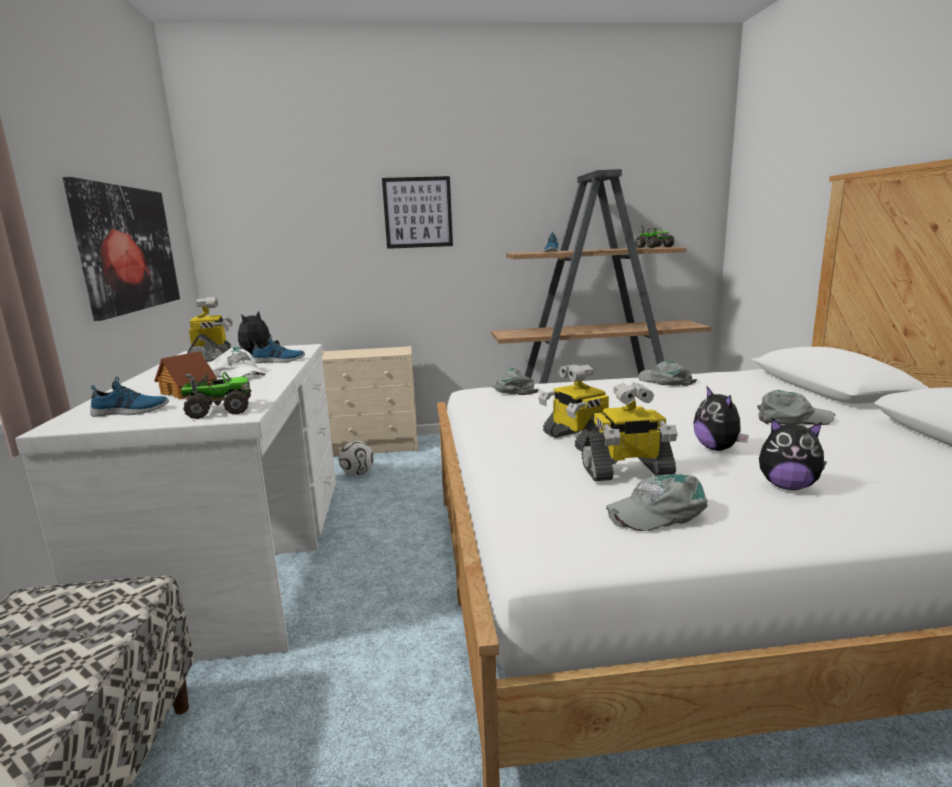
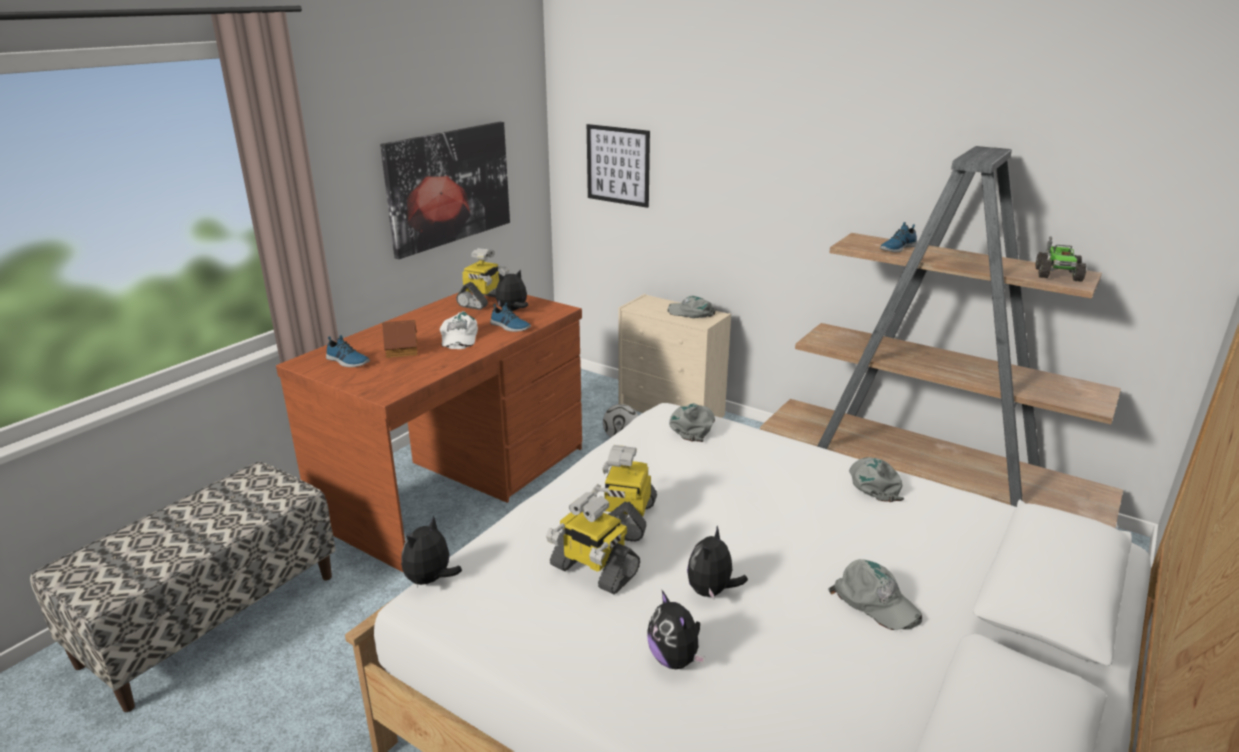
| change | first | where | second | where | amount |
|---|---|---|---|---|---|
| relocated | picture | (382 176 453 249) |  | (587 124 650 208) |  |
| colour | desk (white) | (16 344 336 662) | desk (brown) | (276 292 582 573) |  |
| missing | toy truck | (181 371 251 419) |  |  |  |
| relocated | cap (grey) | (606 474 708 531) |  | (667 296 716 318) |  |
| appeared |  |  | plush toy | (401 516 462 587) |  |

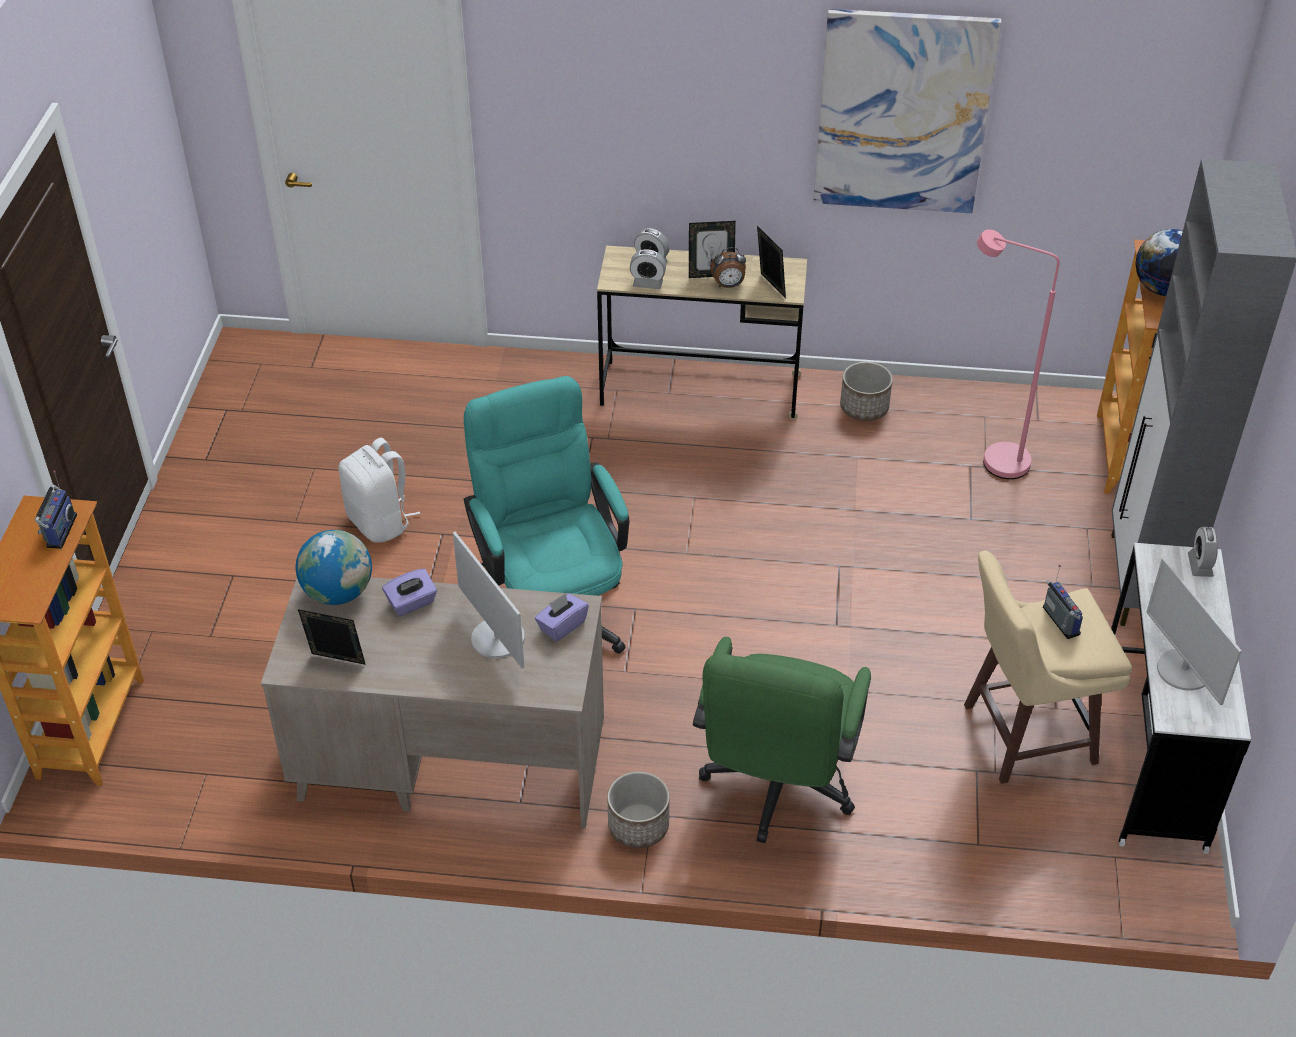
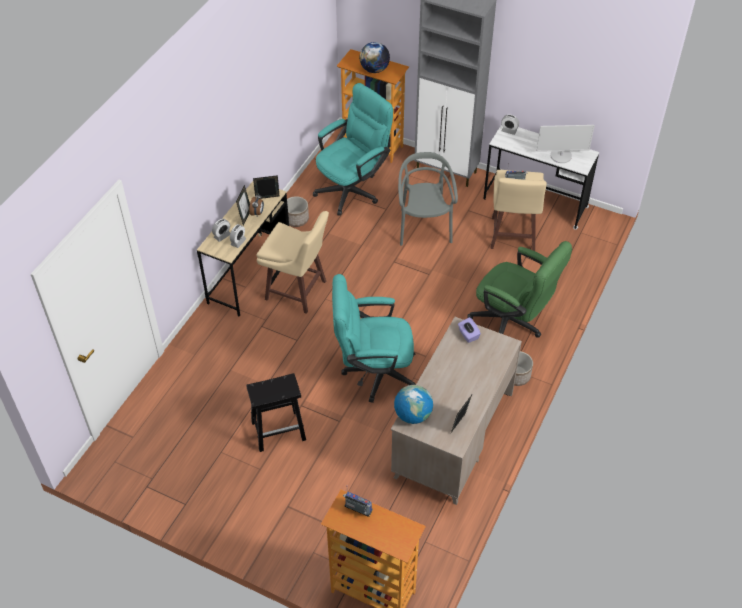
| change | first | where | second | where | amount |
|---|---|---|---|---|---|
| missing | picture | (813 9 1002 213) |  |  |  |
| exchanged | floor lamp (pink) | (977 229 1060 479) | office chair (turquoise) | (313 83 393 216) |  |
| exchanged | backpack (white) | (339 438 420 543) | stool (black) | (246 373 306 452) |  |
| missing | monitor | (453 532 525 668) |  |  |  |
| missing | tissue box (purple) | (382 569 437 616) |  |  |  |
| appeared |  |  | chair (grey) | (398 152 458 246) |  |
| appeared |  |  | stool (beige) | (257 211 329 314) |  |

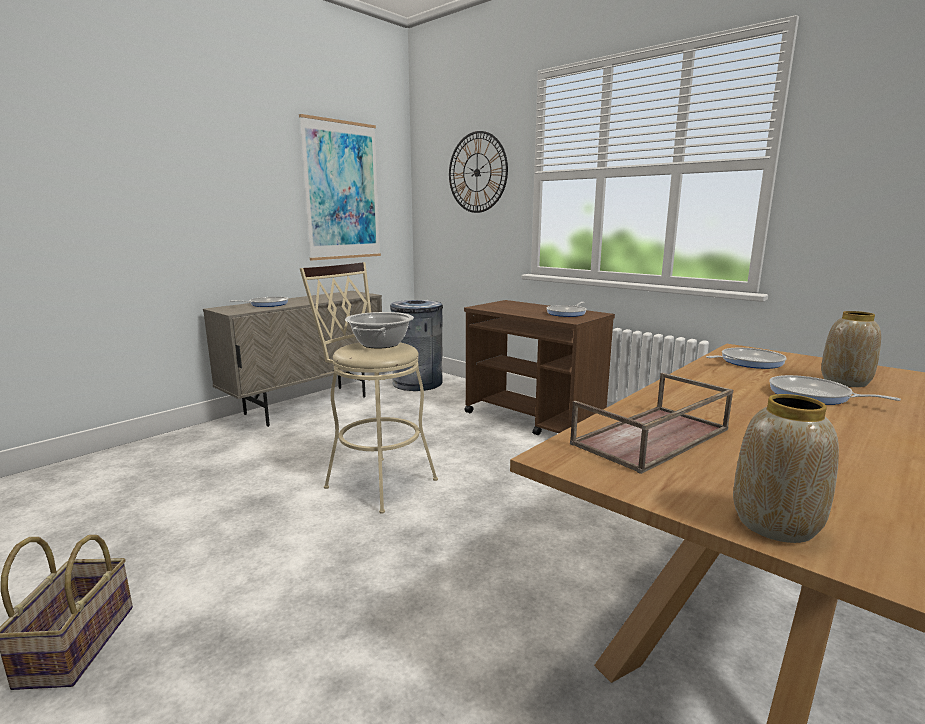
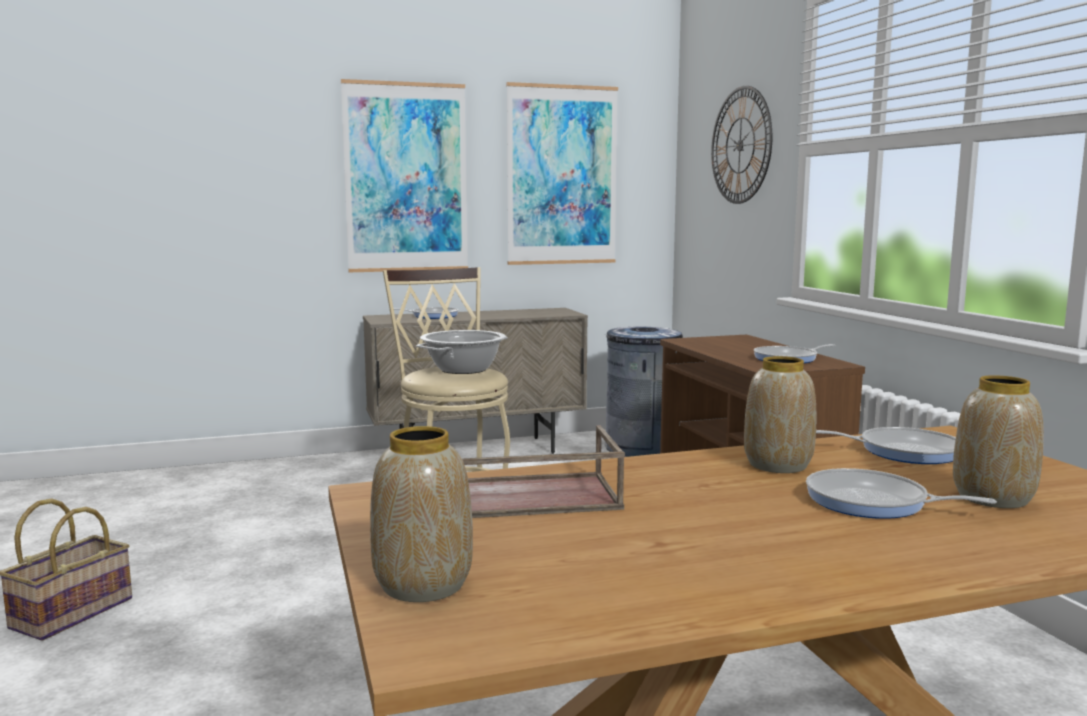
| change | first | where | second | where | amount |
|---|---|---|---|---|---|
| spun | frying pan | (769 375 901 405) |  | (806 468 997 519) | 45 degrees counterclockwise |
| appeared |  |  | picture | (341 79 468 272) |  |
| appeared |  |  | vase | (744 356 816 473) |  |

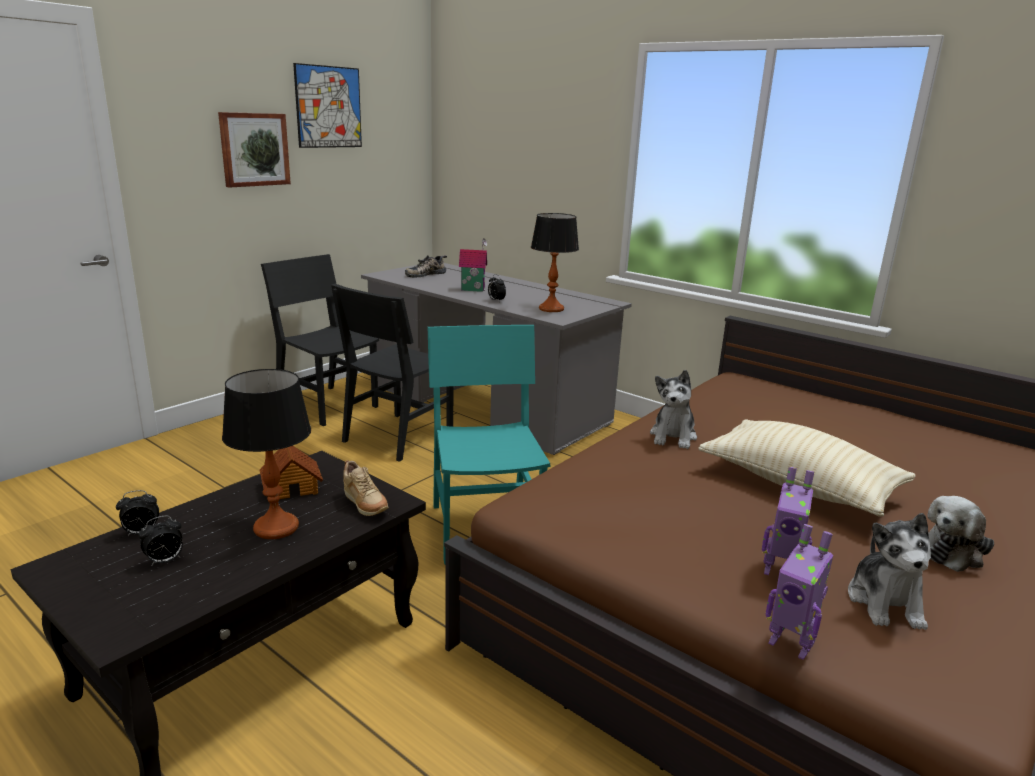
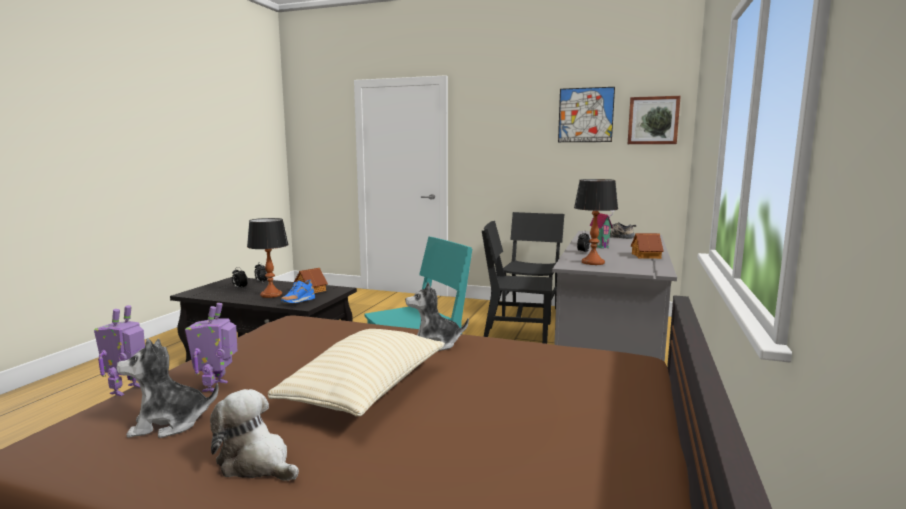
| change | first | where | second | where | amount |
|---|---|---|---|---|---|
| relocated | picture | (218 112 291 188) |  | (628 96 681 144) |  |
| colour | shoe (beige) | (343 460 389 516) | shoe (blue) | (281 280 315 303) |  |
| appeared |  |  | toy house | (631 233 663 259) |  |

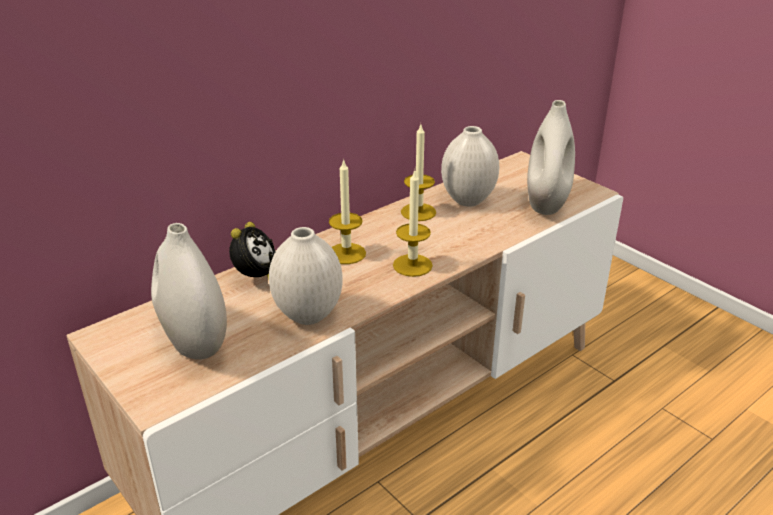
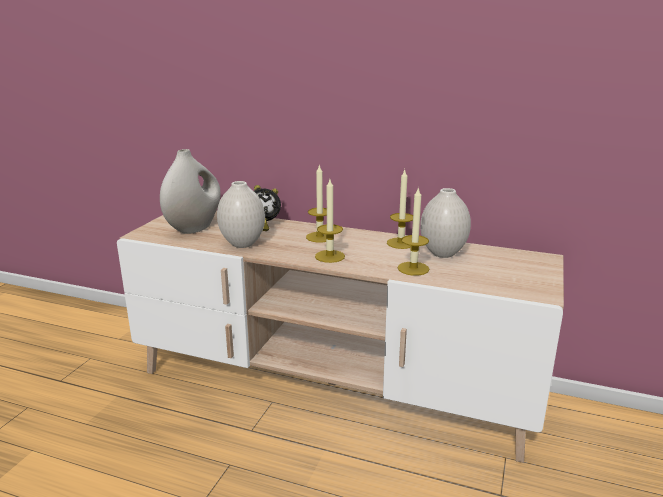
| change | first | where | second | where | amount |
|---|---|---|---|---|---|
| missing | vase (white) | (527 100 575 215) |  |  |  |
| appeared |  |  | candle | (398 187 430 276) |  |

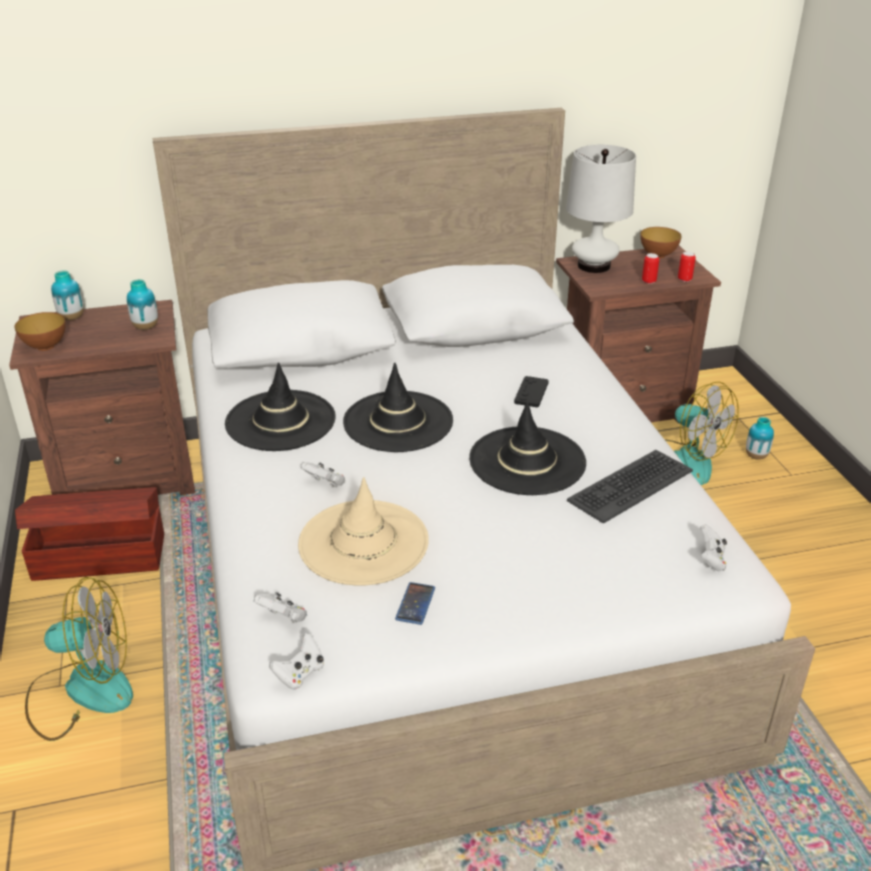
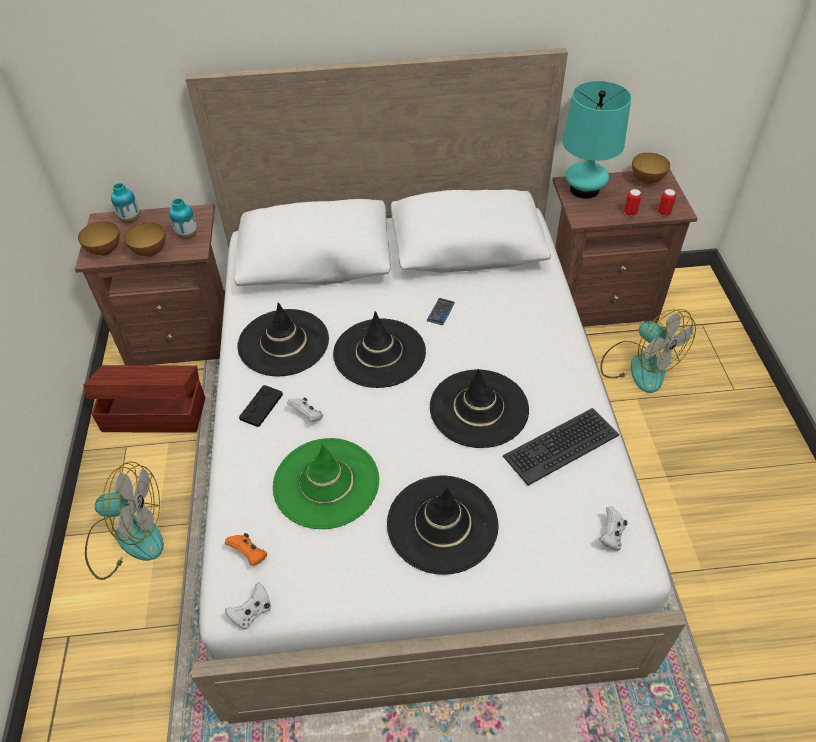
| change | first | where | second | where | amount |
|---|---|---|---|---|---|
| colour | table lamp (white) | (566 145 636 273) | table lamp (turquoise) | (562 81 631 199) |  |
| relocated | game controller (black) | (514 376 549 407) |  | (239 385 283 427) |  |
| missing | vase | (746 417 774 460) |  |  |  |
| colour | hat (beige) | (298 477 429 585) | hat (green) | (273 438 379 529) |  |
| relocated | phone | (395 582 435 625) |  | (427 298 455 325) |  |
| colour | game controller (white) | (254 592 307 623) | game controller (orange) | (225 533 267 566) |  |
| appeared |  |  | bowl | (124 222 166 257) |  |
| appeared |  |  | hat (black) | (387 476 499 575) |  |

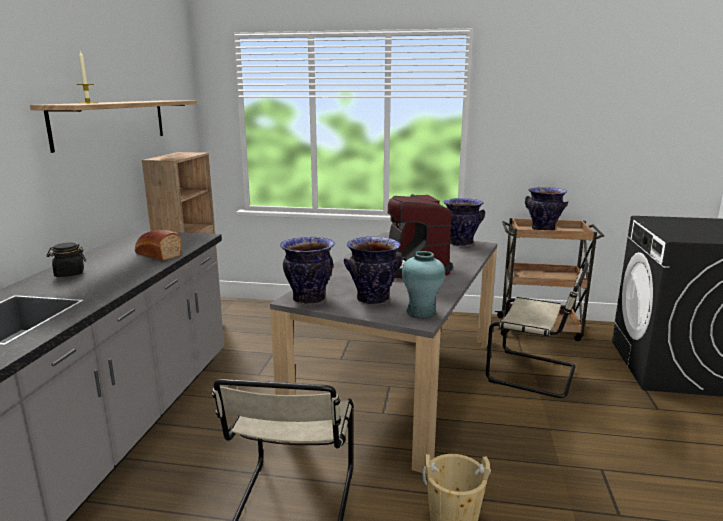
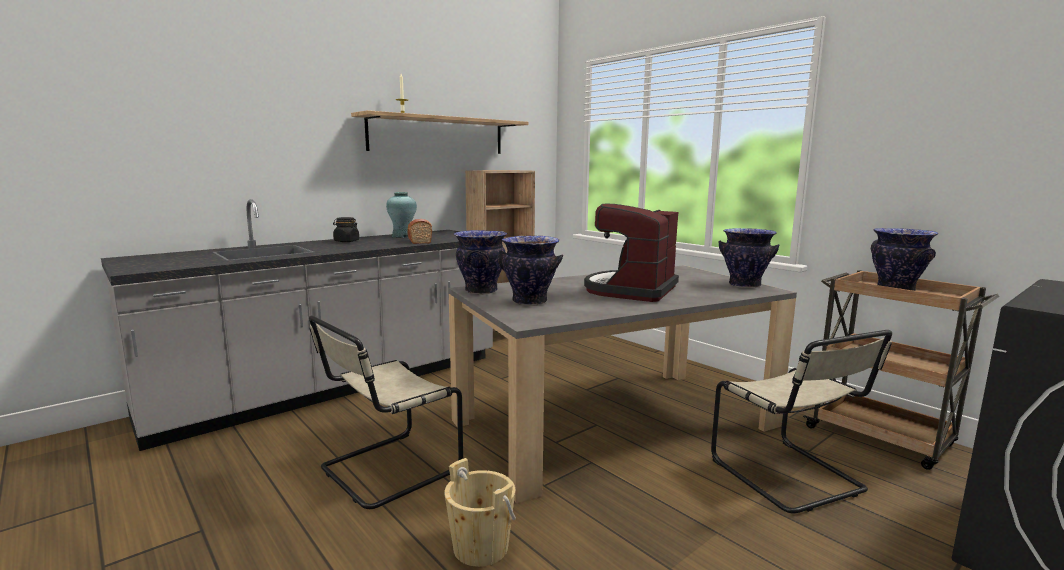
| change | first | where | second | where | amount |
|---|---|---|---|---|---|
| relocated | vase (turquoise) | (402 251 445 319) |  | (386 192 417 238) |  |

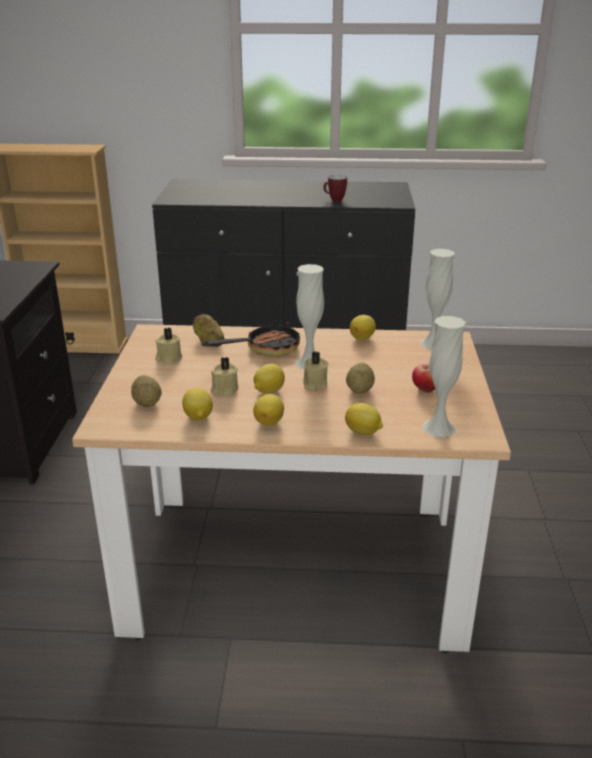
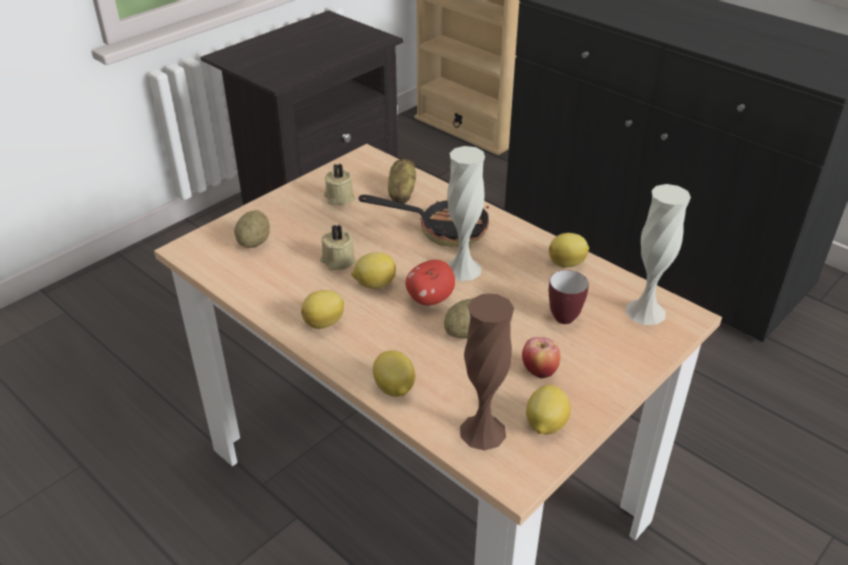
| change | first | where | second | where | amount |
|---|---|---|---|---|---|
| relocated | mug | (323 175 347 202) |  | (549 270 589 324) |  |
| colour | vase (white) | (422 316 466 437) | vase (brown) | (460 294 514 451) |  |
| exchanged | candle (beige) | (303 352 328 391) | apple | (405 260 455 305) |  |
| relocated | lemon | (182 388 213 421) |  | (526 385 571 434) |  |

